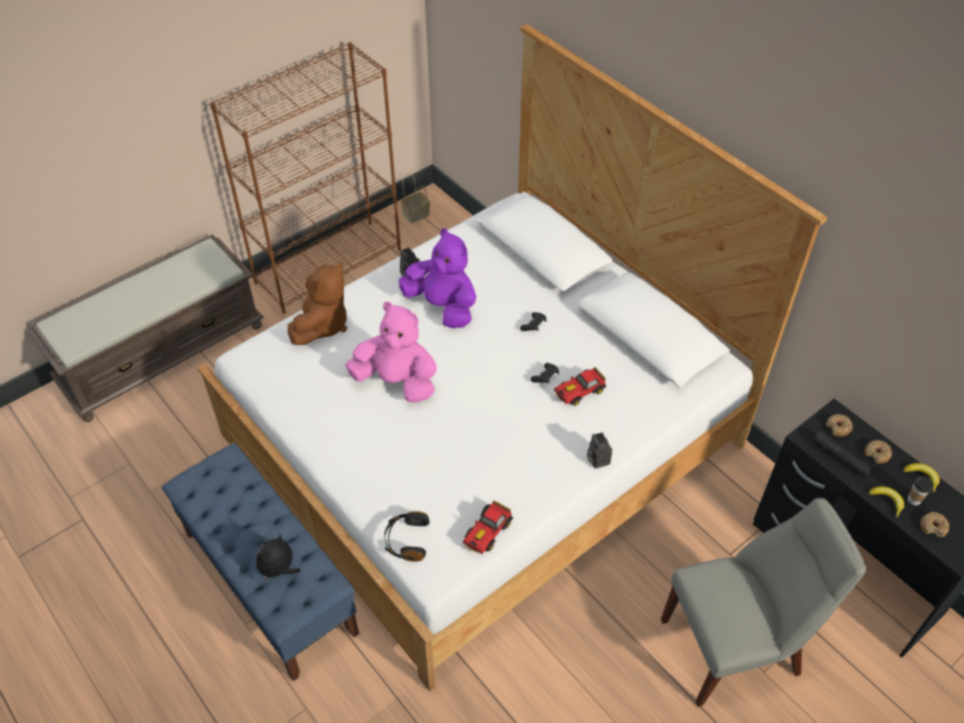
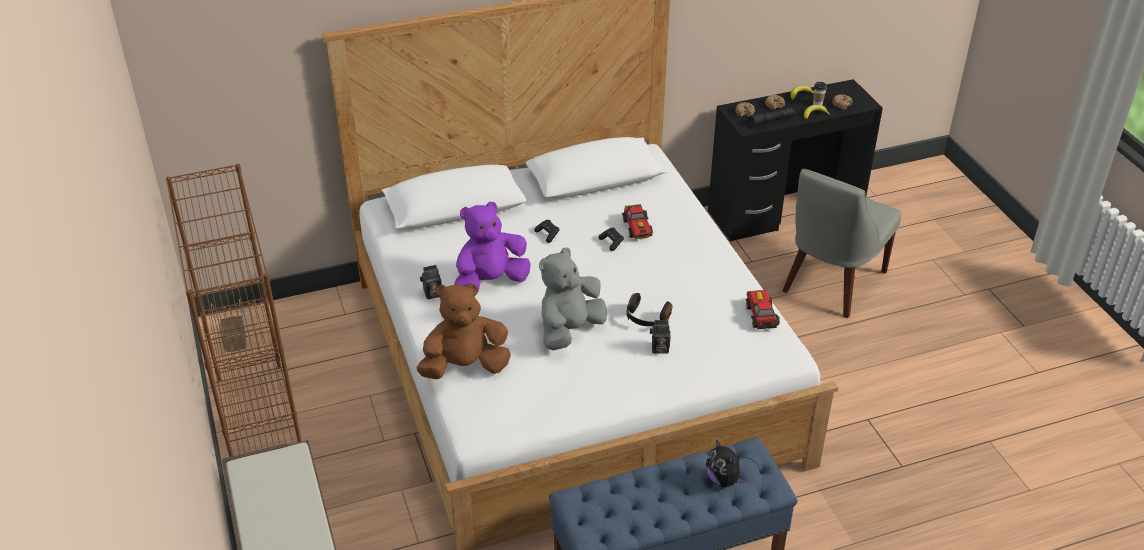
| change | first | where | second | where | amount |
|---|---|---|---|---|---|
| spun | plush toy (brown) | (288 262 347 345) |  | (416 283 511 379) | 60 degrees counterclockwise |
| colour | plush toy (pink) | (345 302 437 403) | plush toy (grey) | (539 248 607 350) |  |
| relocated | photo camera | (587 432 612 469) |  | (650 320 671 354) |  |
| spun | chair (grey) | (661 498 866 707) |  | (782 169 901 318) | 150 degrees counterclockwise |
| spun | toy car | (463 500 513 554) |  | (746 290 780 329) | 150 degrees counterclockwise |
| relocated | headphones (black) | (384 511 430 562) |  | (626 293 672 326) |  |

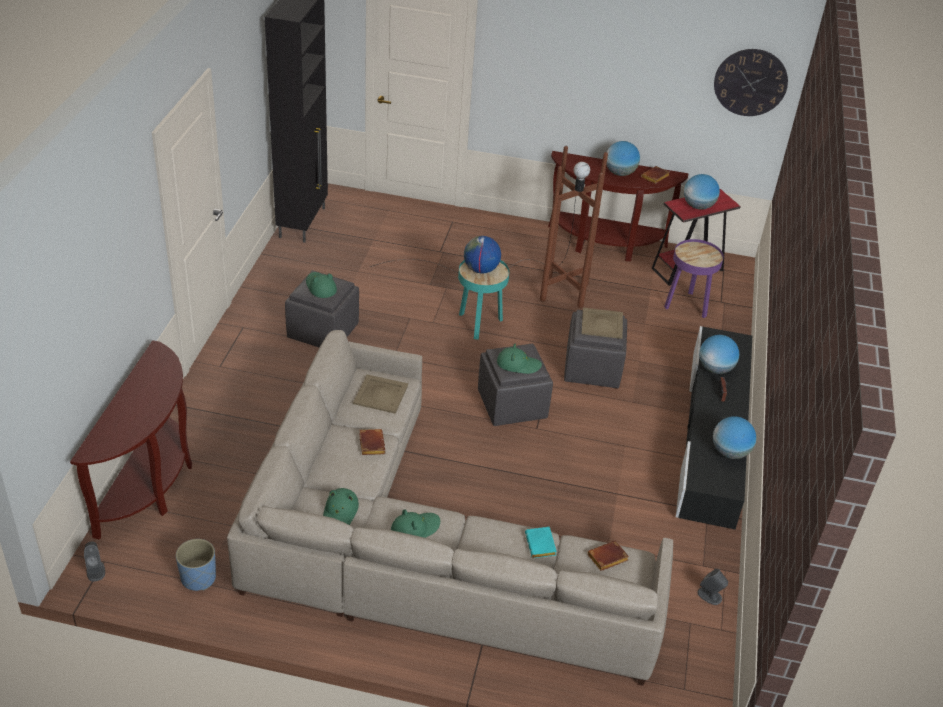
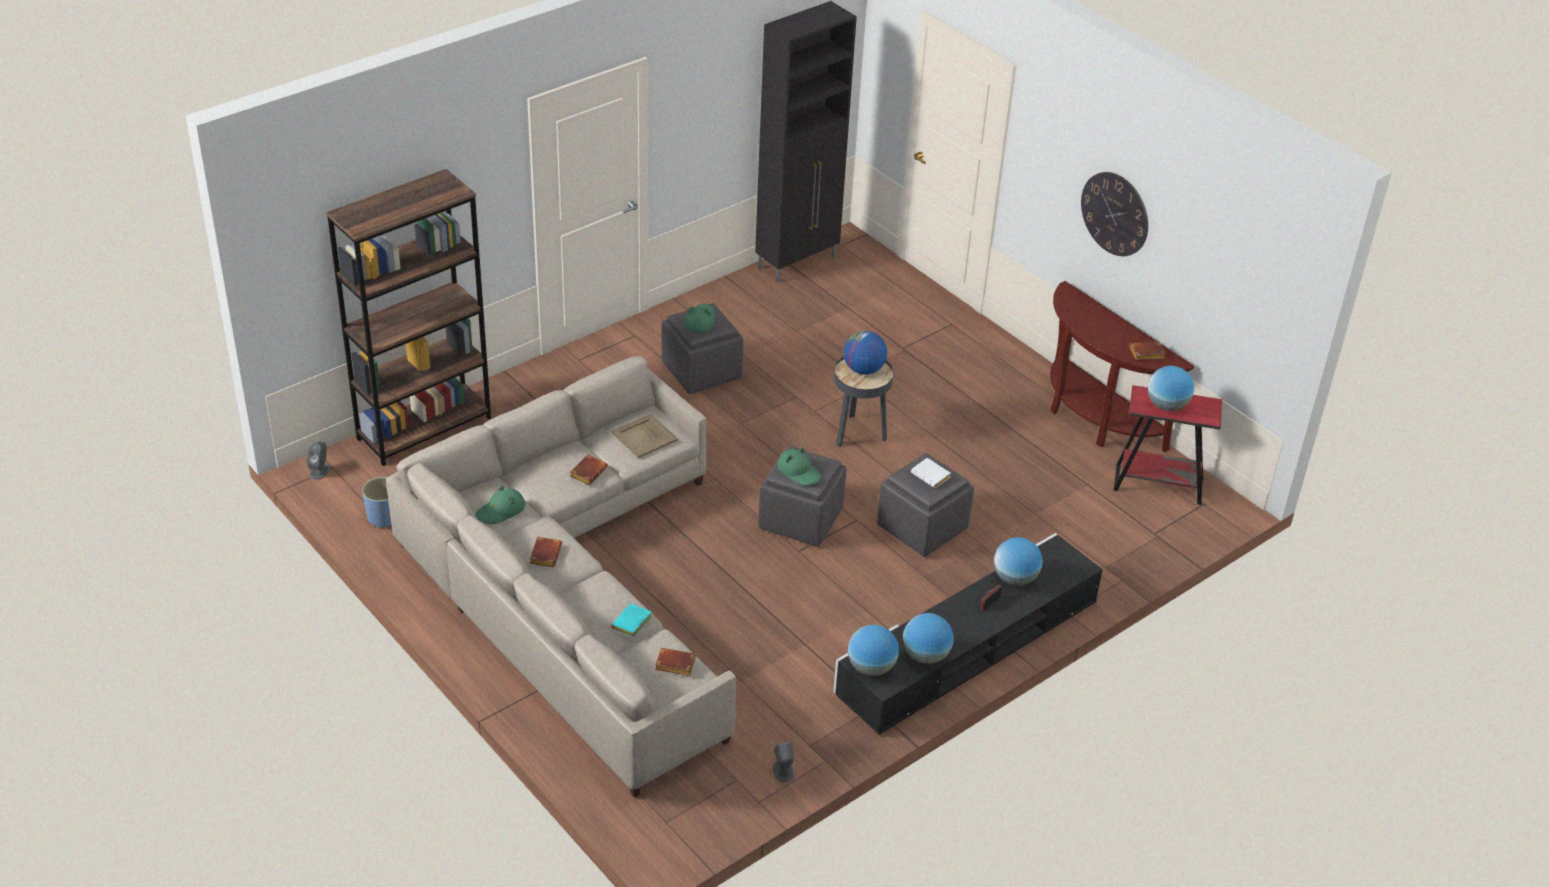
| change | first | where | second | where | amount |
|---|---|---|---|---|---|
| relocated | wall clock | (714 49 788 116) |  | (1081 172 1148 256) |  |
| relocated | globe | (606 141 640 176) |  | (848 625 899 676) |  |
| missing | floor lamp (brown) | (370 146 608 308) |  |  |  |
| missing | side table (purple) | (664 239 724 318) |  |  |  |
| colour | side table (turquoise) | (458 260 509 340) | side table (black) | (834 357 894 447) |  |
| exchanged | tray (beige) | (582 308 623 339) | book (white) | (911 458 951 488) |  |
| exchanged | console table (brown) | (70 340 192 540) | bookcase (brown) | (326 169 491 466) |  |
| exchanged | hat (green) | (391 509 440 538) | book (brown) | (529 537 562 567) |  |

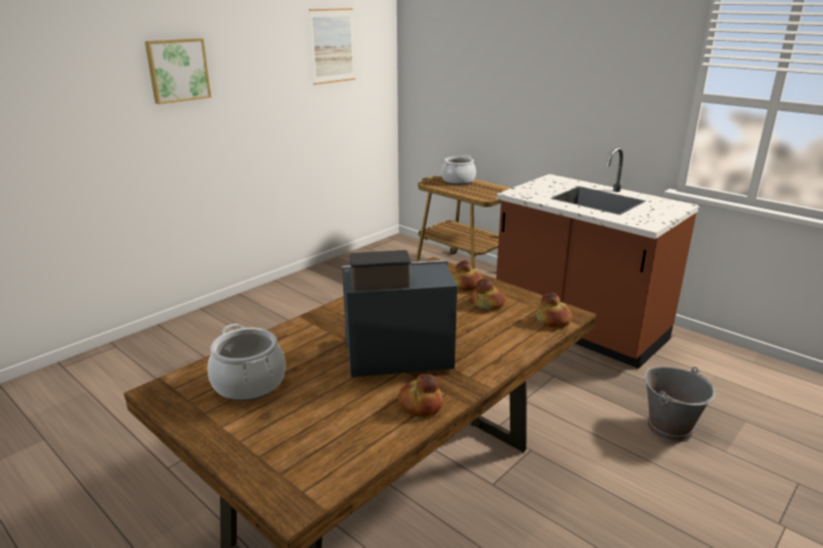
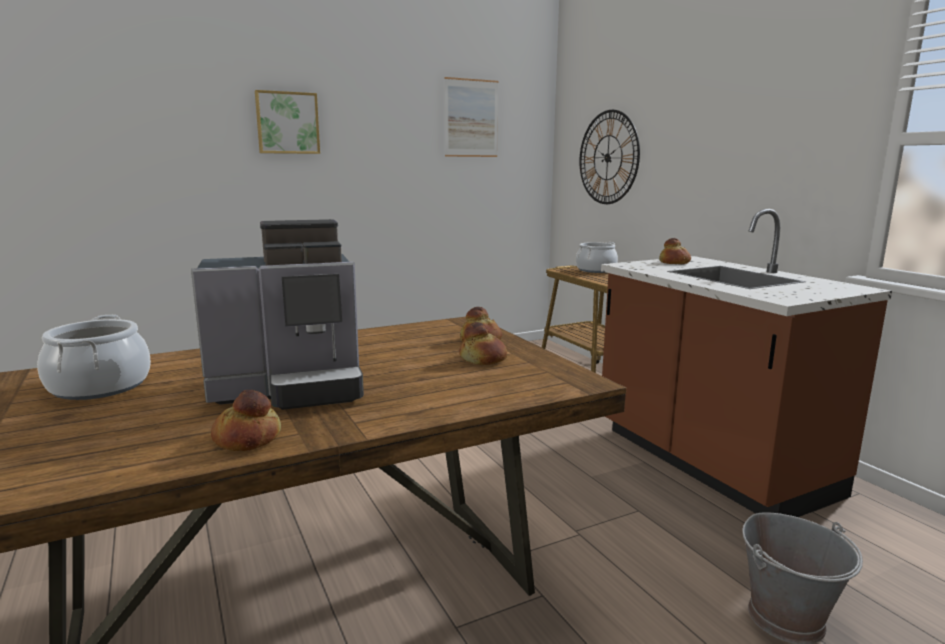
| change | first | where | second | where | amount |
|---|---|---|---|---|---|
| spun | coffee machine | (342 250 457 377) |  | (191 219 364 410) | 150 degrees clockwise |
| relocated | bread | (536 293 572 327) |  | (659 238 691 264) |  |
| appeared |  |  | wall clock | (579 110 640 204) |  |

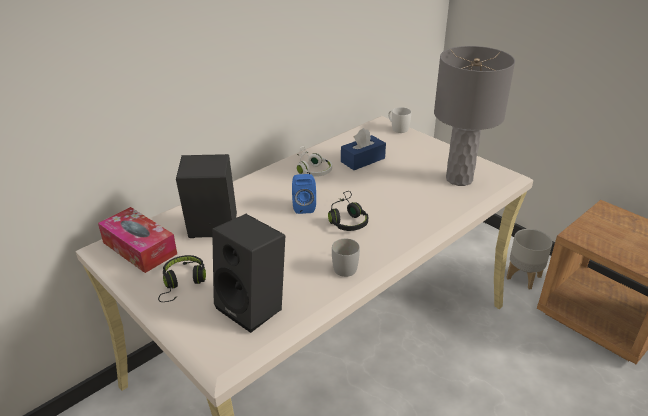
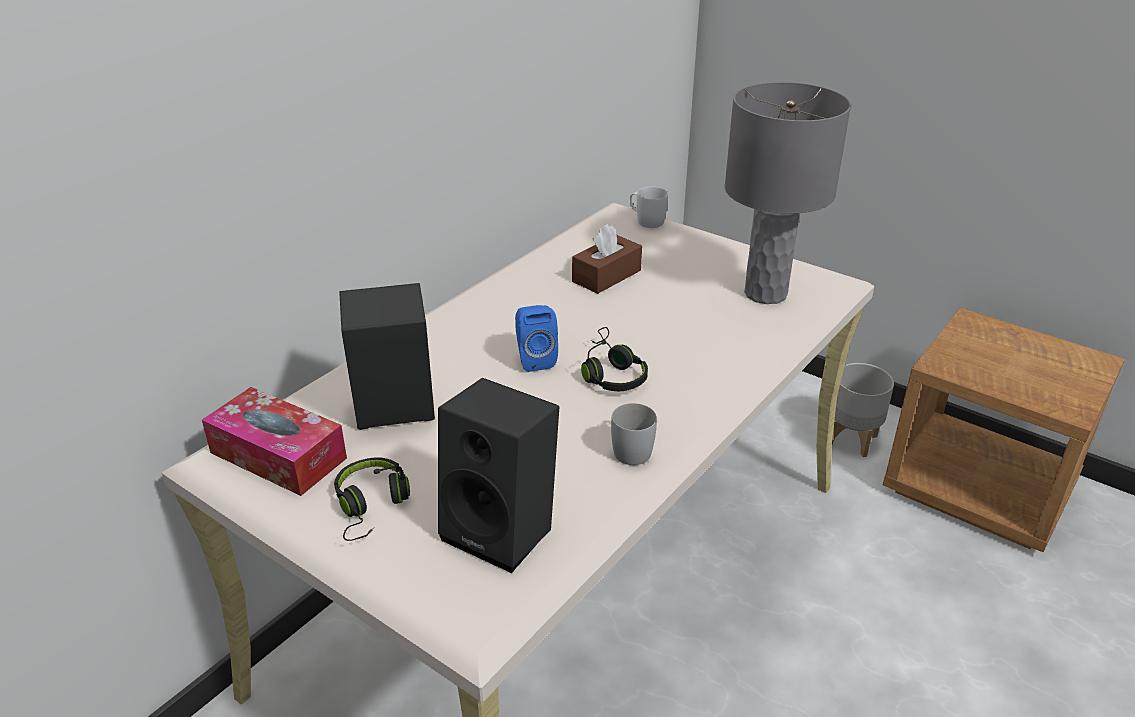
| change | first | where | second | where | amount |
|---|---|---|---|---|---|
| colour | tissue box (blue) | (341 128 386 170) | tissue box (brown) | (572 224 642 294) |  |
| missing | headphones (white) | (297 146 332 177) |  |  |  |

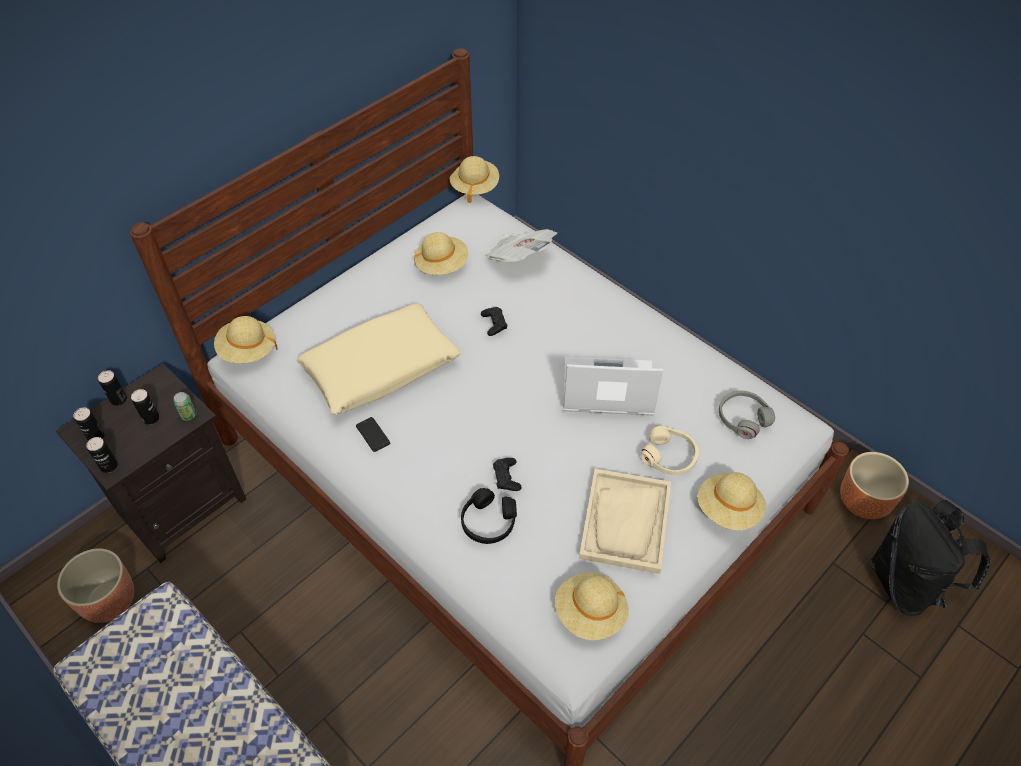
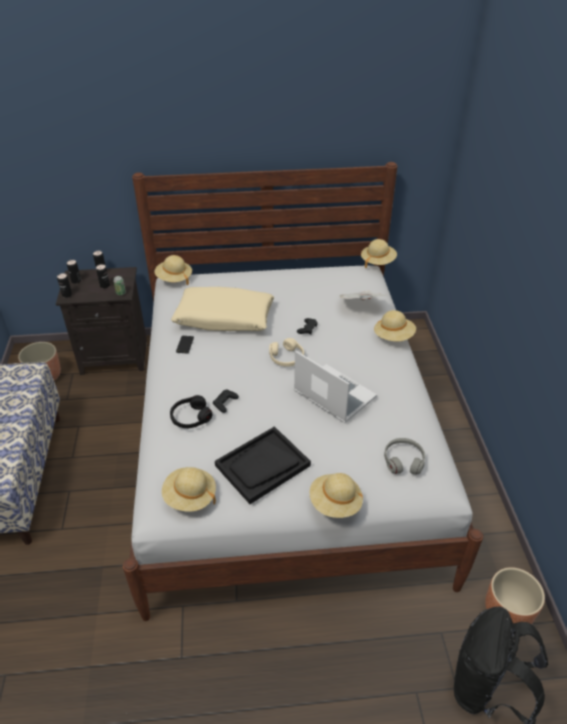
| change | first | where | second | where | amount |
|---|---|---|---|---|---|
| relocated | hat (beige) | (414 232 468 275) |  | (374 310 416 341) |  |
| relocated | headphones (beige) | (641 426 699 475) |  | (269 338 304 367) |  |
| colour | tray (beige) | (579 469 671 574) | tray (black) | (215 426 311 504) |  |

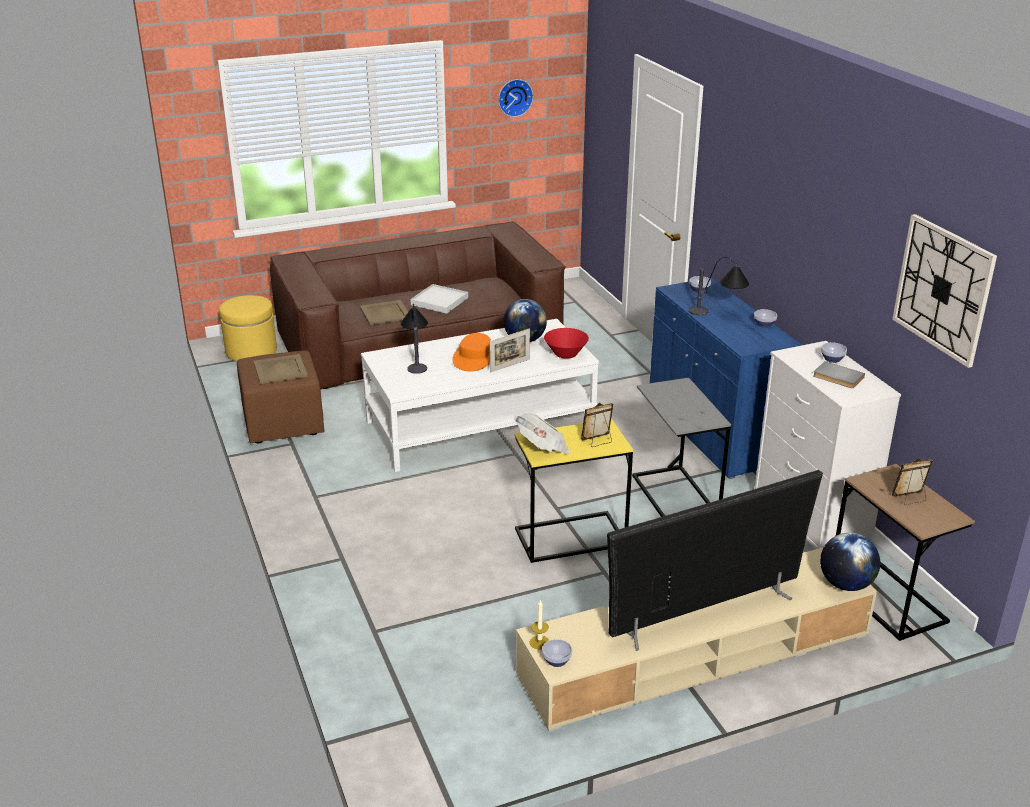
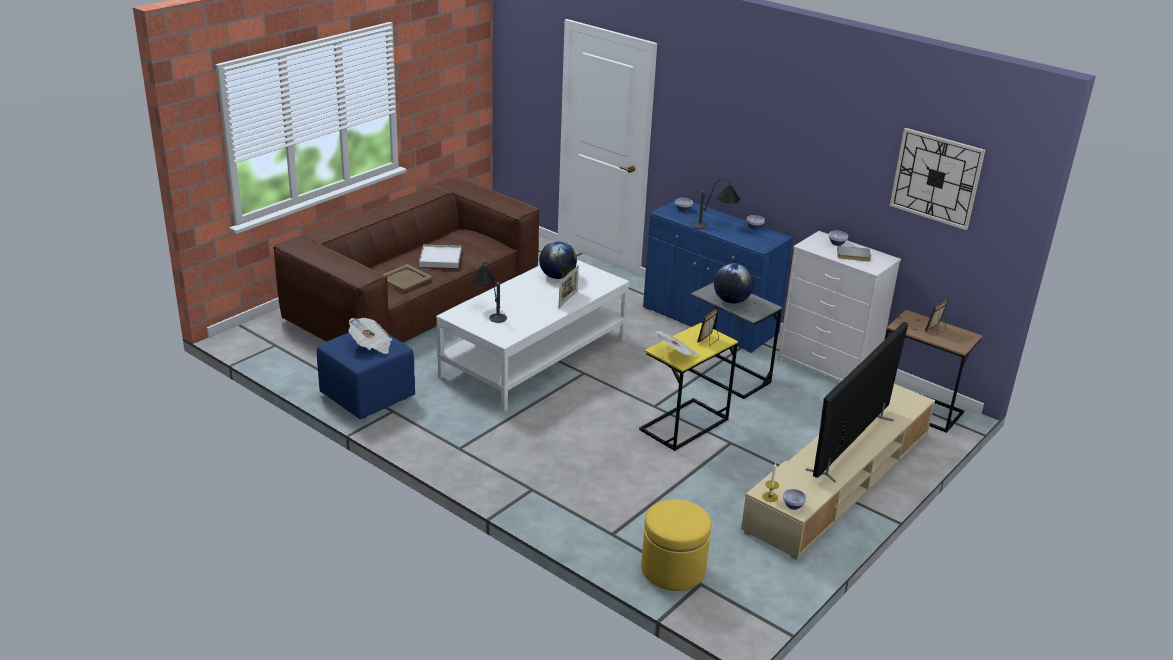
| change | first | where | second | where | amount |
|---|---|---|---|---|---|
| missing | wall clock | (498 79 533 117) |  |  |  |
| relocated | ottoman (yellow) | (219 295 277 361) |  | (641 500 712 591) |  |
| missing | bowl (red) | (544 328 589 359) |  |  |  |
| missing | hat (orange) | (452 333 491 371) |  |  |  |
| colour | ottoman (brown) | (237 351 324 443) | ottoman (blue) | (317 333 415 419) |  |
| exchanged | tray (beige) | (254 354 308 384) | newspaper | (348 318 392 354) |  |
| relocated | globe | (820 533 880 591) |  | (714 263 754 304) |  |

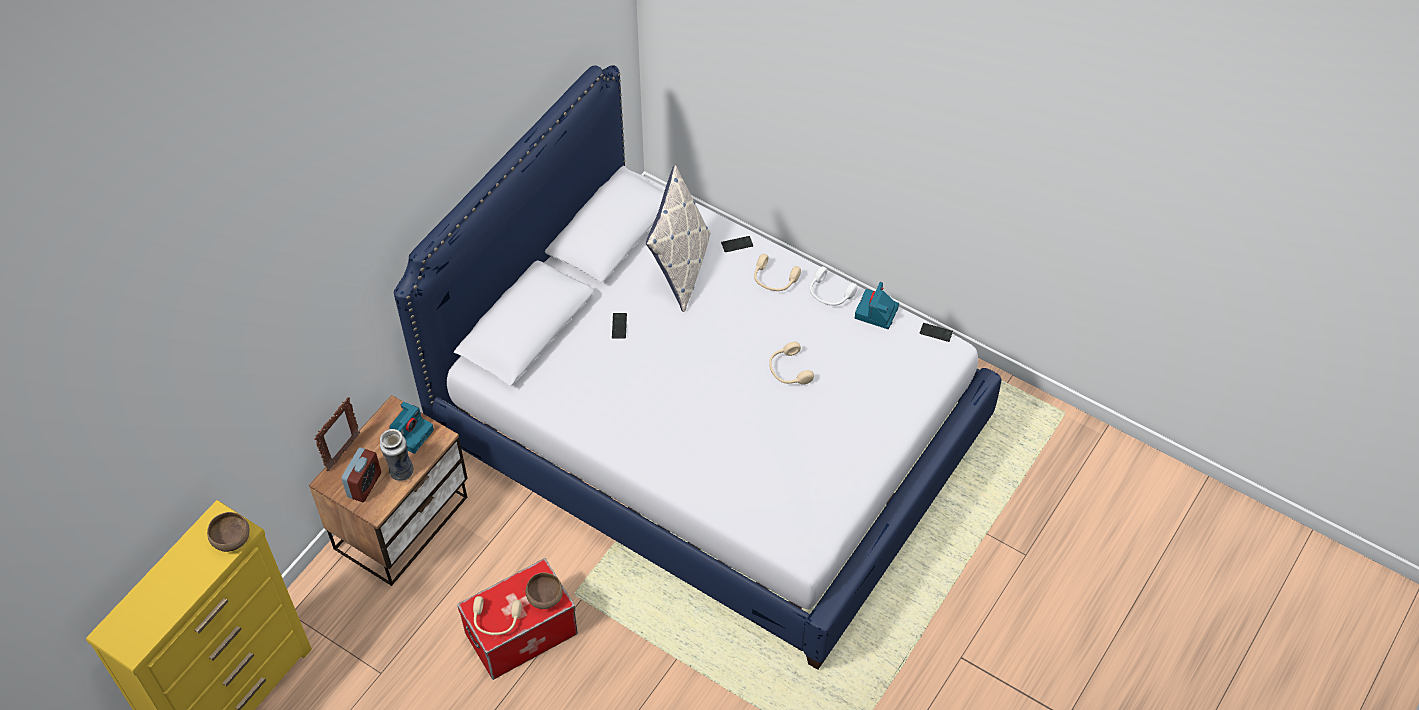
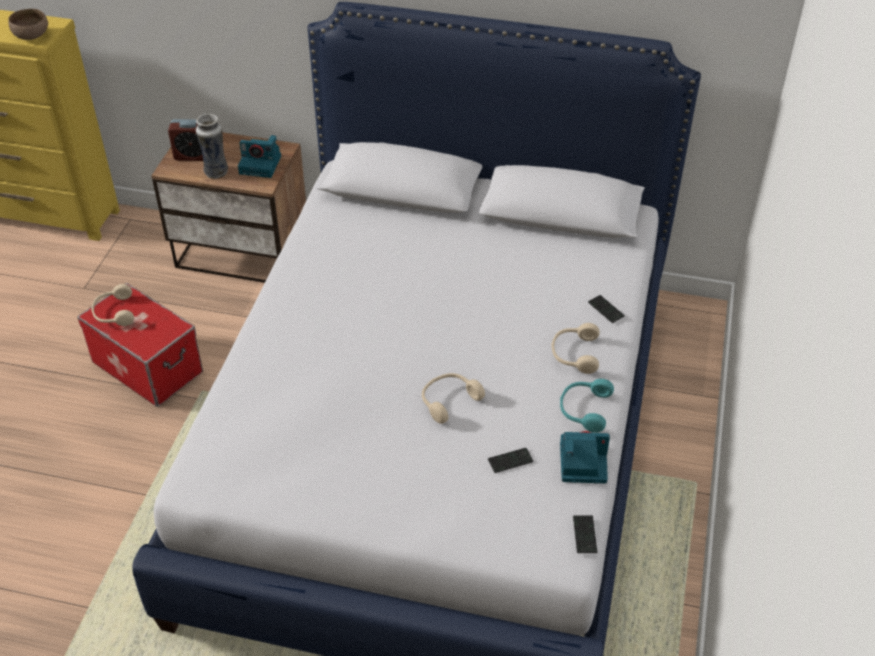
| change | first | where | second | where | amount |
|---|---|---|---|---|---|
| missing | pillow | (646 165 711 312) |  |  |  |
| colour | headphones (white) | (810 266 858 306) | headphones (turquoise) | (560 379 614 433) |  |
| relocated | phone | (612 313 627 338) |  | (488 448 533 473) |  |
| missing | picture frame | (314 397 360 471) |  |  |  |
| missing | bowl (brown) | (526 572 563 609) |  |  |  |

